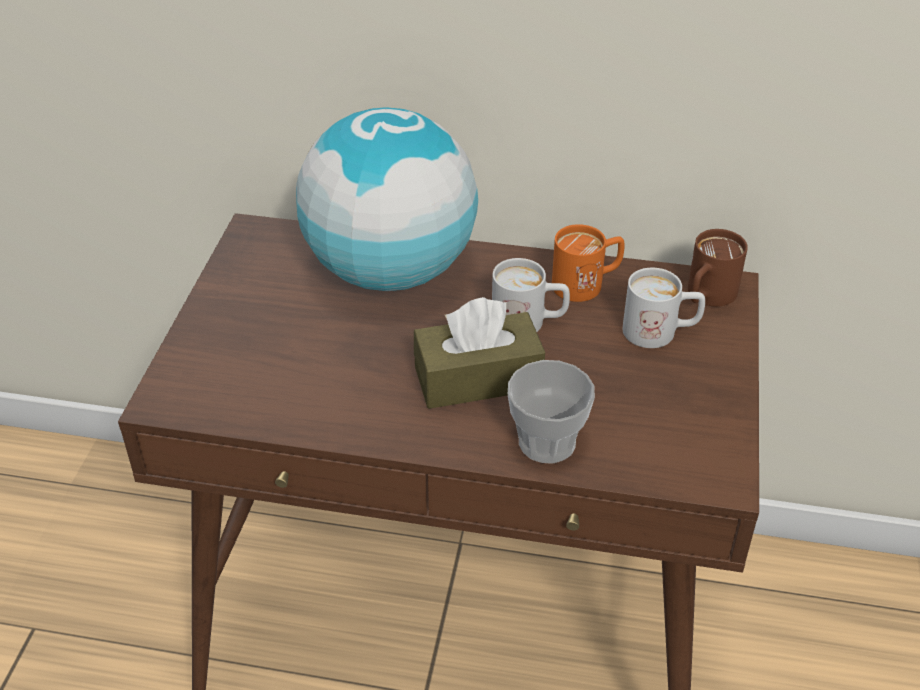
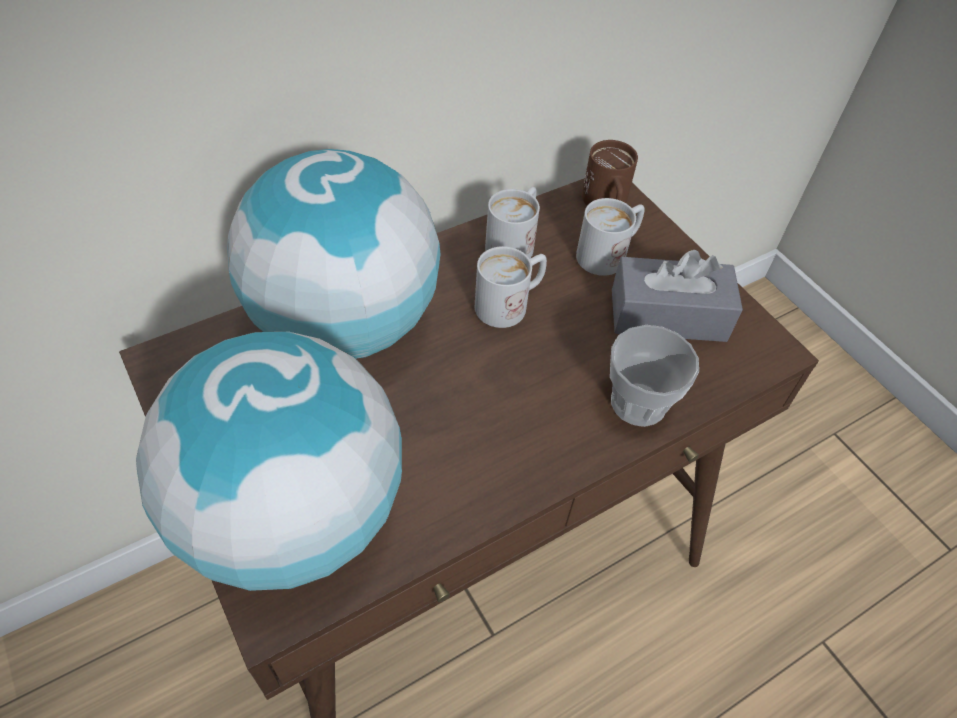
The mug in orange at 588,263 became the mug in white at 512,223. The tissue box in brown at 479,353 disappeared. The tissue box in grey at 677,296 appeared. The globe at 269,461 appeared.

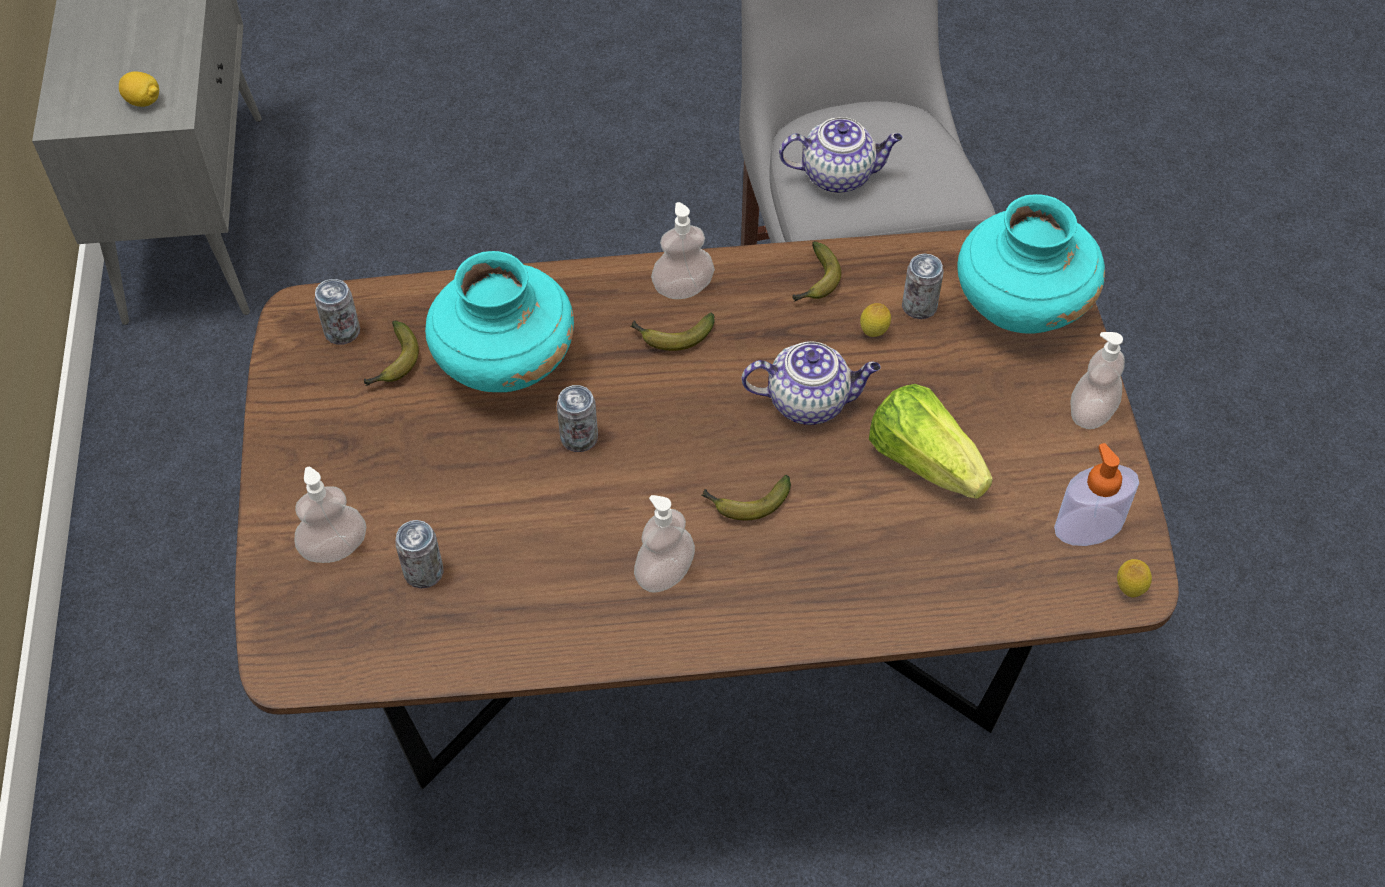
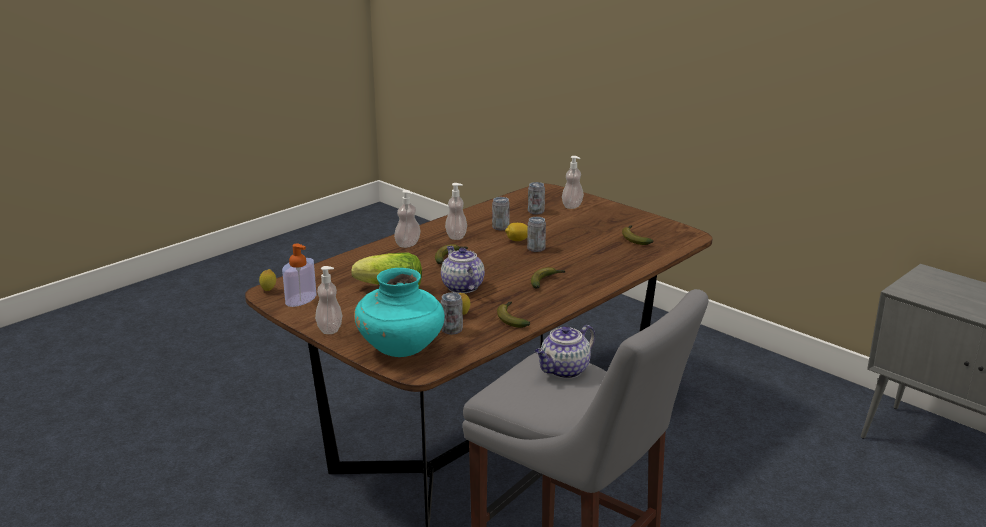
The lemon moved from 139,89 to 516,232. The soap dispenser moved from 683,250 to 407,219. The vase in turquoise at 499,321 disappeared. The can moved from 337,312 to 501,213. The teapot at 811,383 turned 105 degrees clockwise.

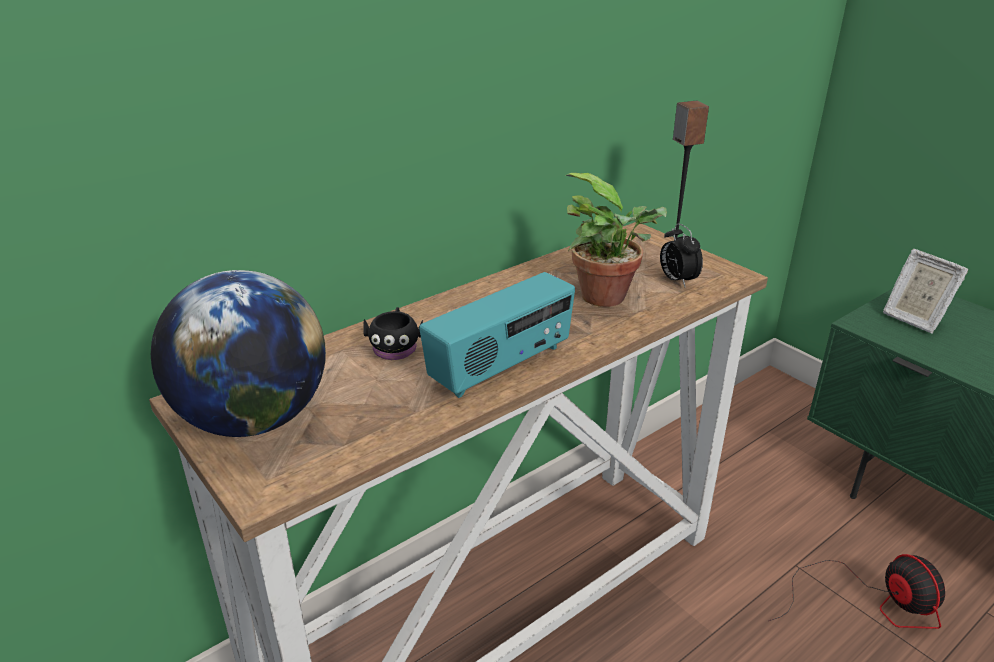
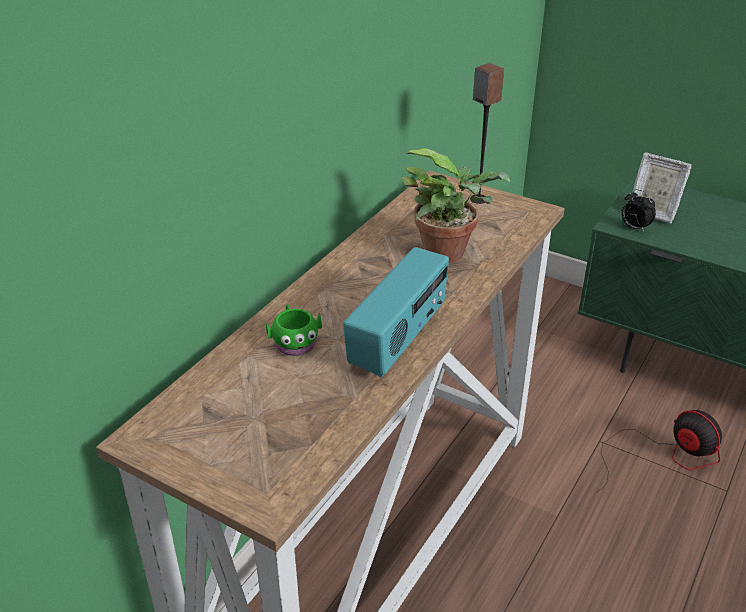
The alarm clock moved from 681,255 to 639,210. The globe at 238,353 disappeared. The mug in black at 393,333 became the mug in green at 294,330.

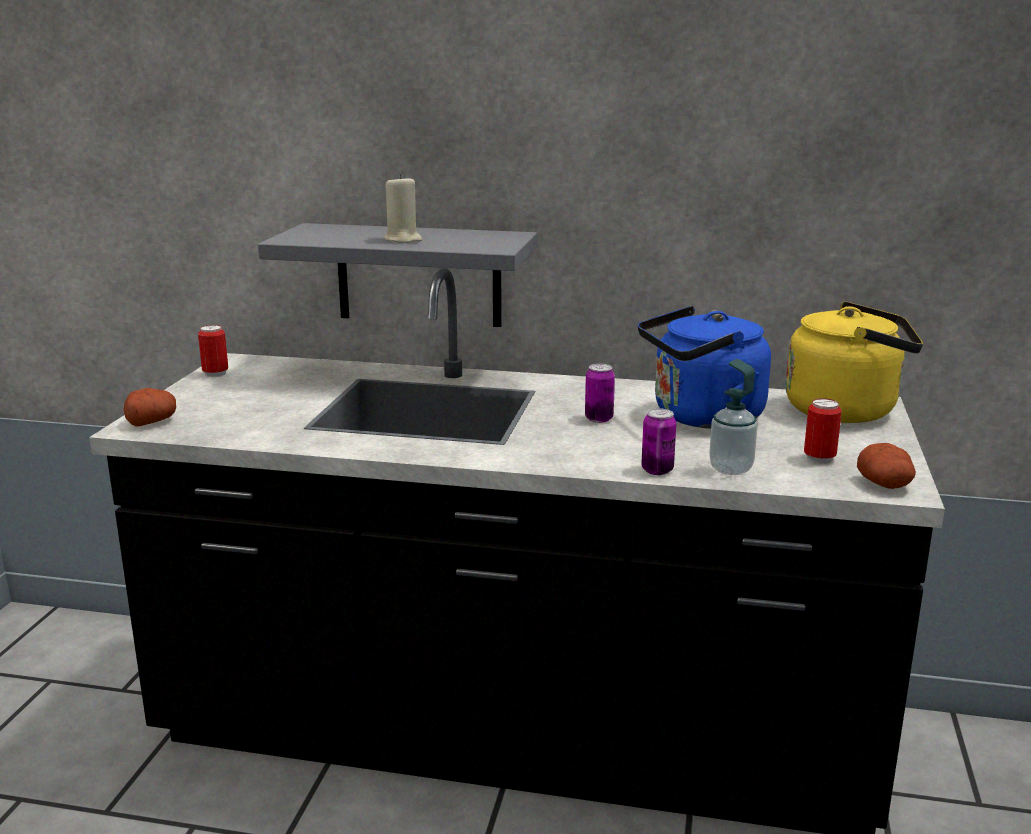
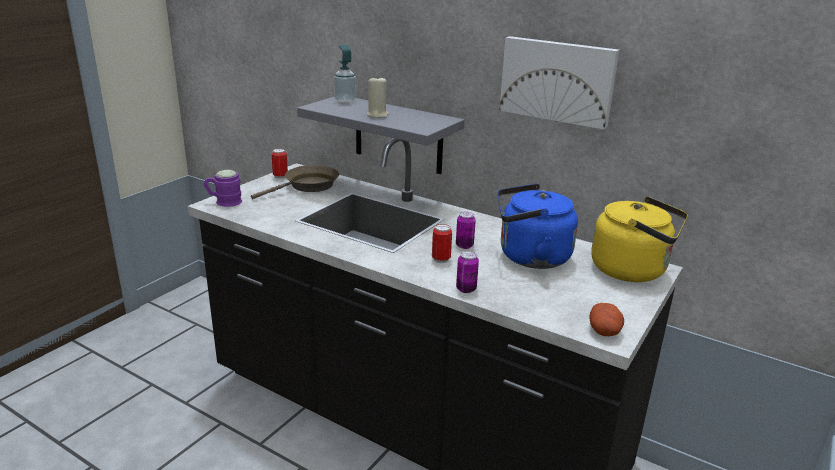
The soap dispenser moved from 733,417 to 345,74. The potato at 149,407 was replaced by the mug in purple at 222,188. The can moved from 823,431 to 442,243. The picture at 559,82 appeared. The frying pan in brown at 295,182 appeared.

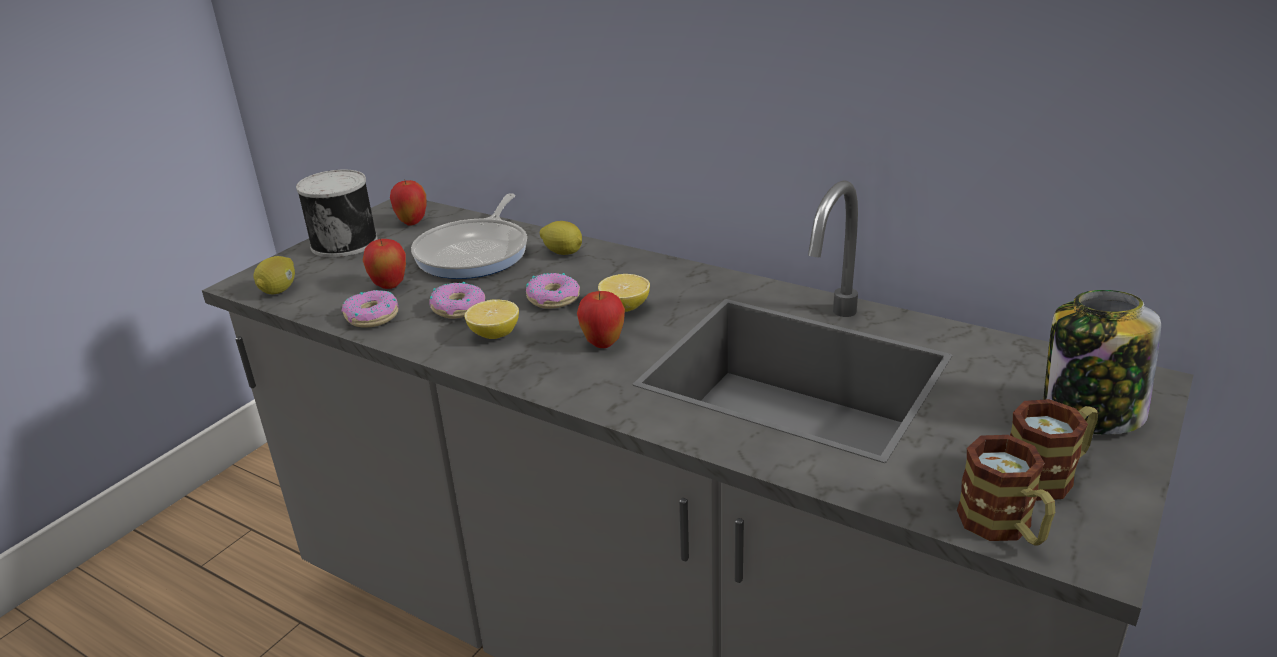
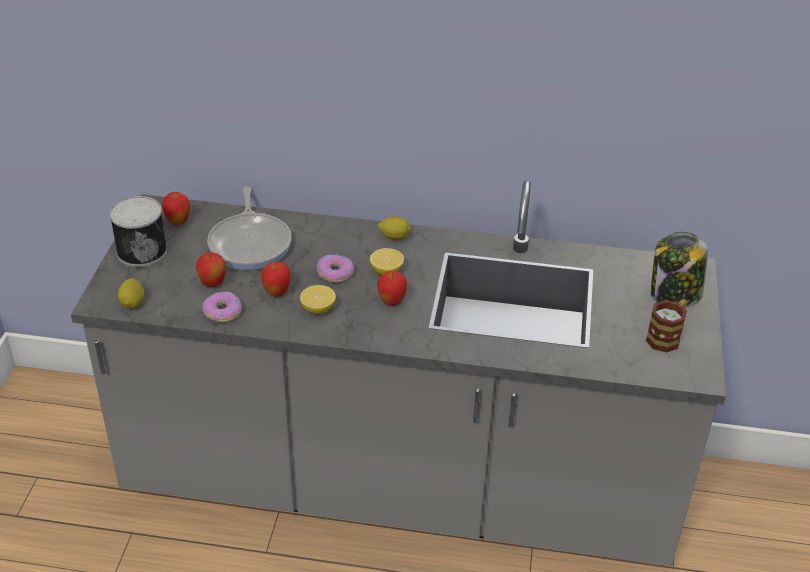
The lemon moved from 561,238 to 394,228. The donut at 457,300 was replaced by the apple at 276,279. The mug at 1006,490 disappeared.

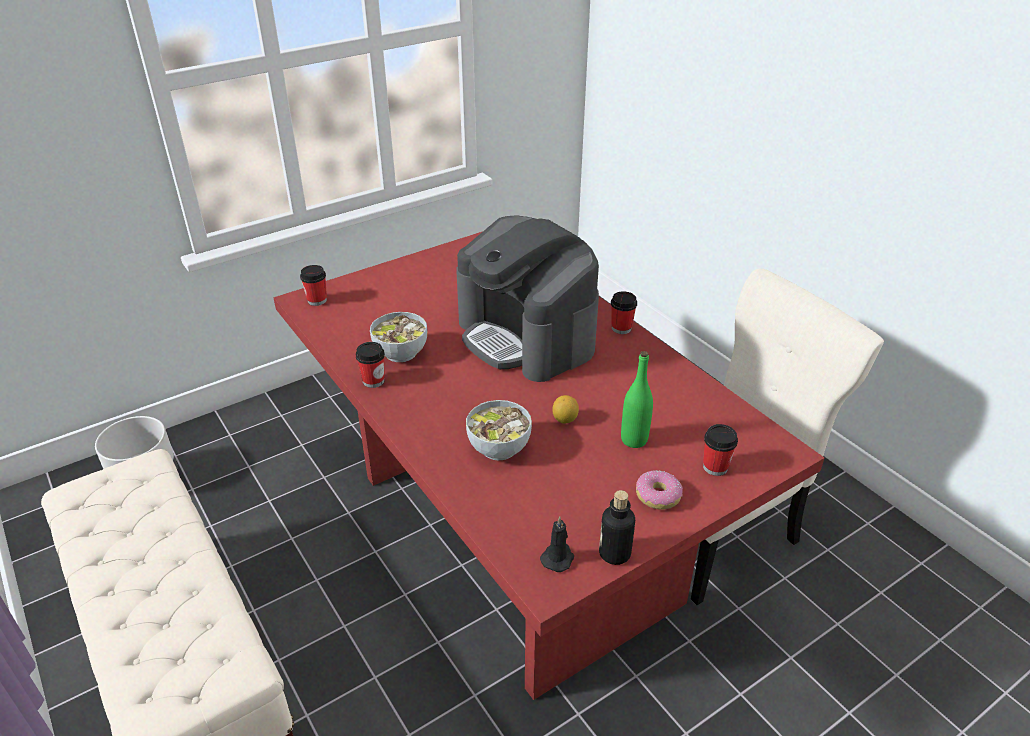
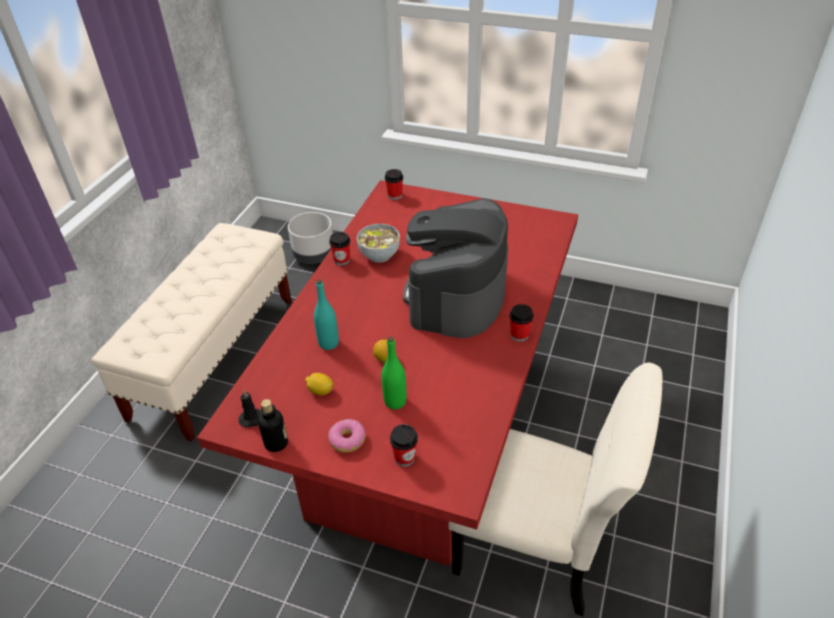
The bowl at 499,430 was replaced by the bottle in turquoise at 326,314. The lemon at 319,384 appeared.

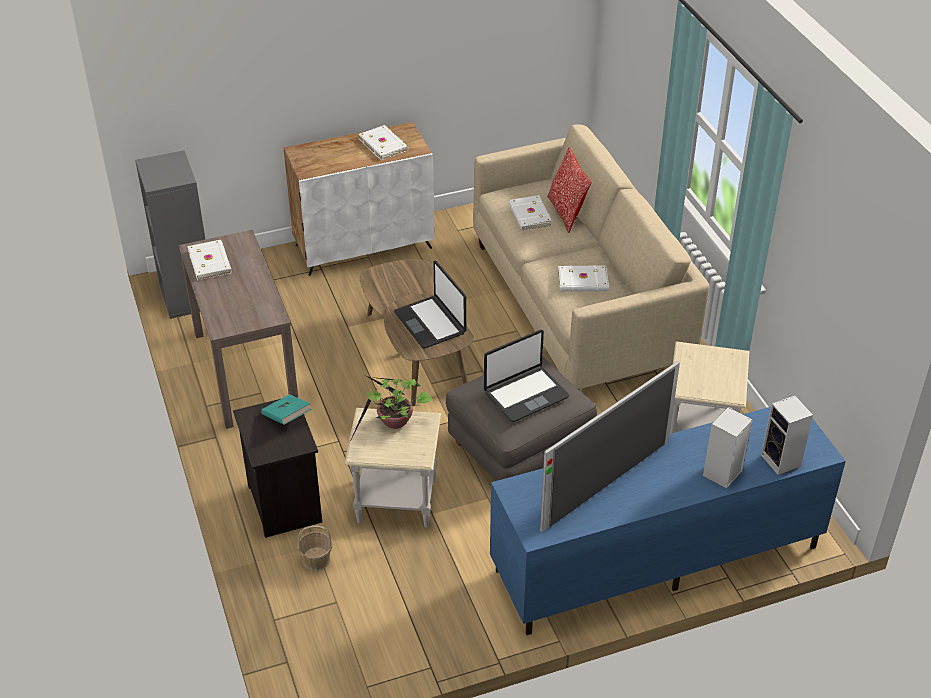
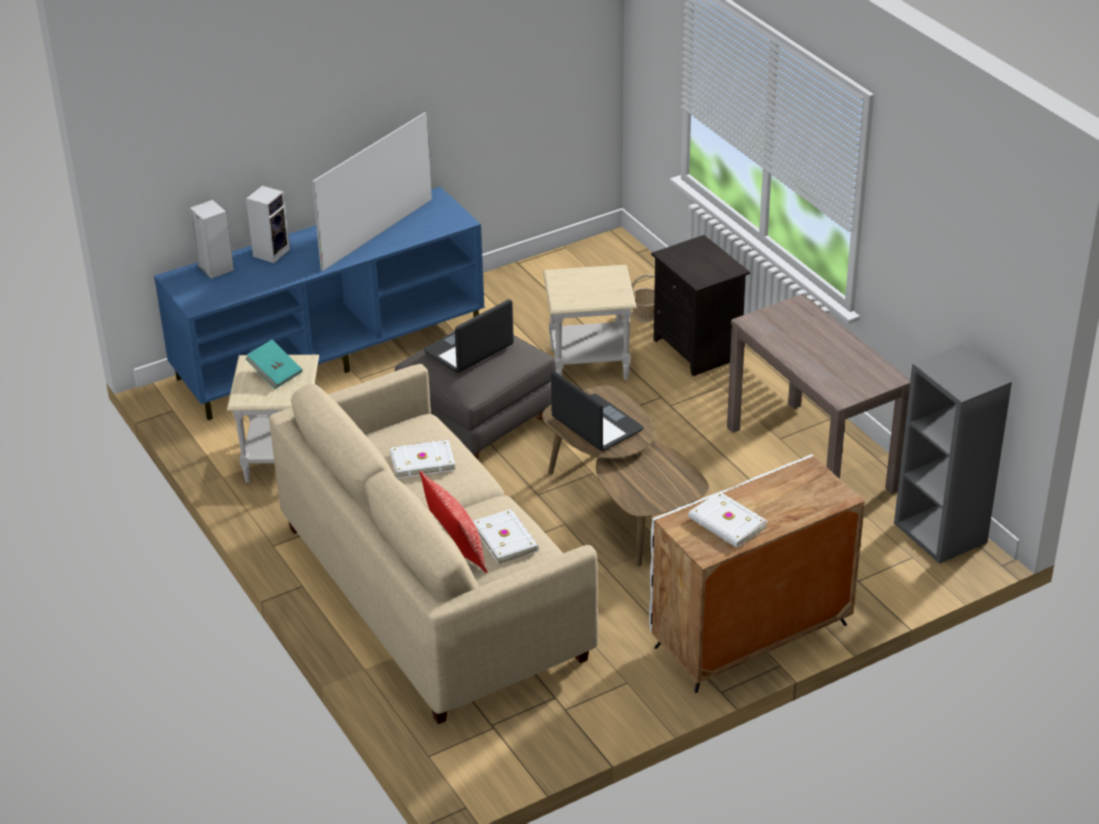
The book in white at 209,260 disappeared. The potted plant at 392,406 disappeared. The book in turquoise moved from 286,409 to 274,364.

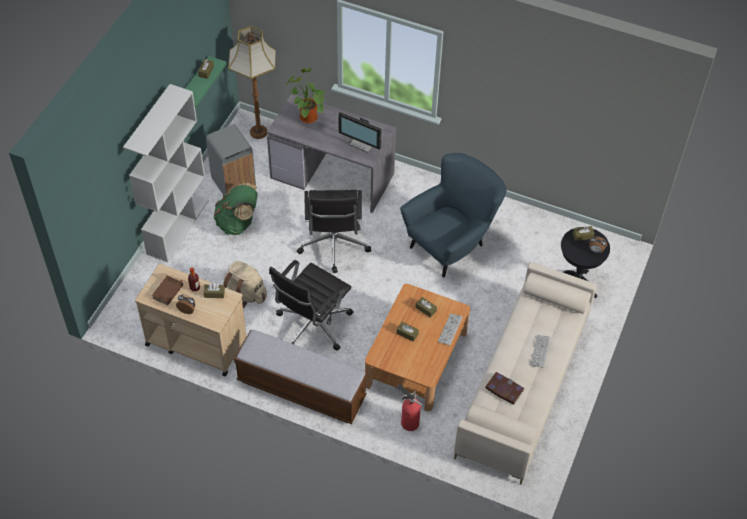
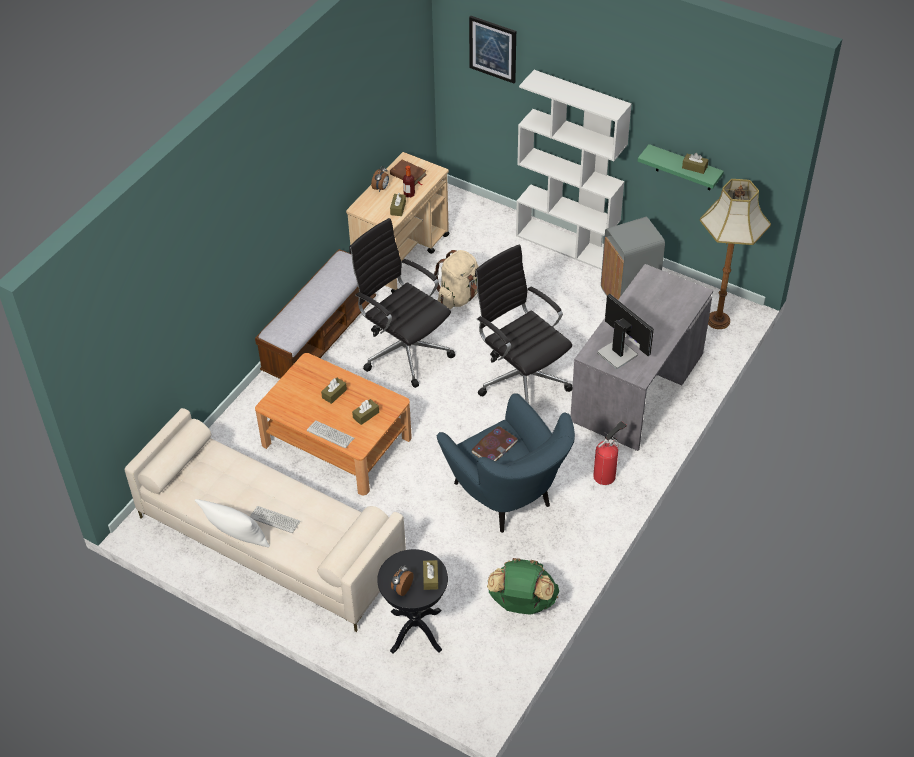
The potted plant at 305,96 disappeared. The monitor at 360,132 turned 105 degrees clockwise. The backpack in green moved from 236,208 to 523,586. The office chair in black at 334,231 turned 45 degrees clockwise. The book moved from 505,388 to 494,444. The fire extinguisher moved from 409,407 to 610,453. The picture at 492,49 appeared. The pillow in white at 232,523 appeared.

